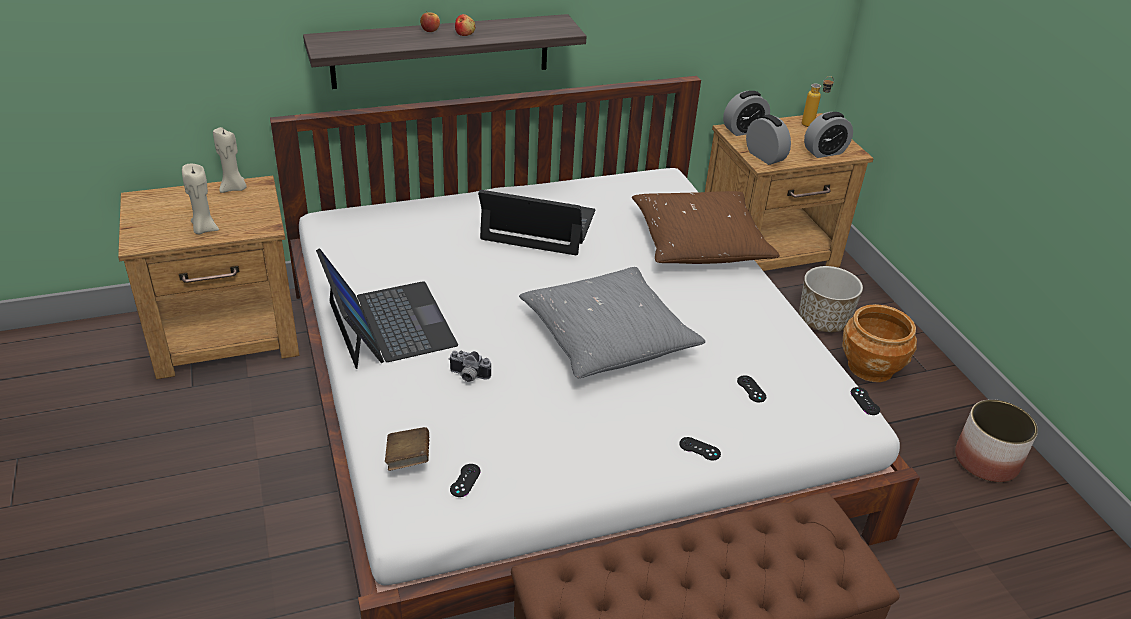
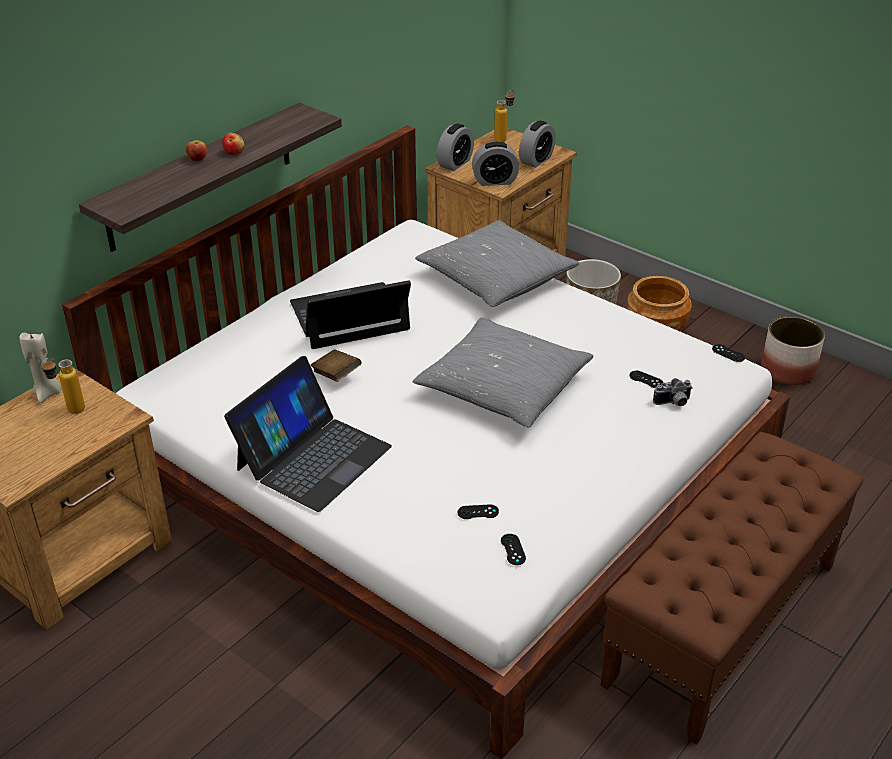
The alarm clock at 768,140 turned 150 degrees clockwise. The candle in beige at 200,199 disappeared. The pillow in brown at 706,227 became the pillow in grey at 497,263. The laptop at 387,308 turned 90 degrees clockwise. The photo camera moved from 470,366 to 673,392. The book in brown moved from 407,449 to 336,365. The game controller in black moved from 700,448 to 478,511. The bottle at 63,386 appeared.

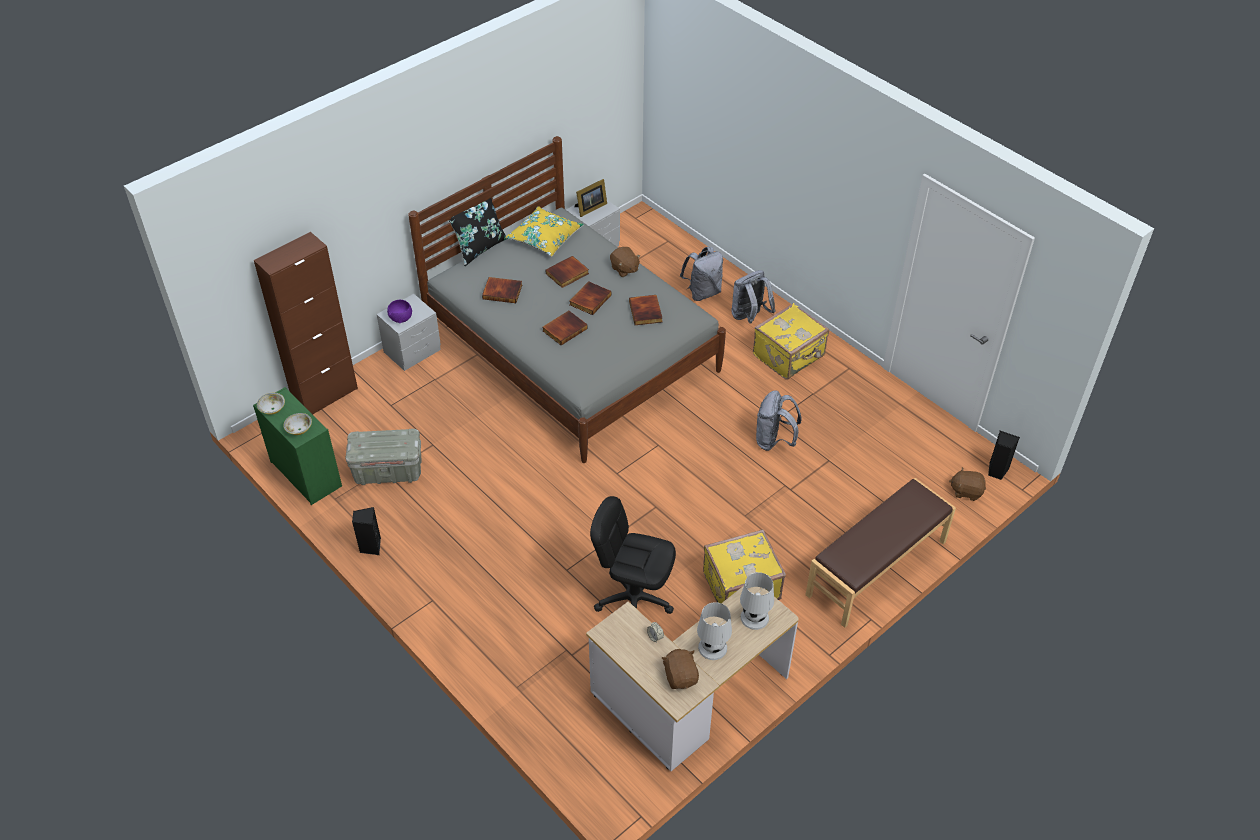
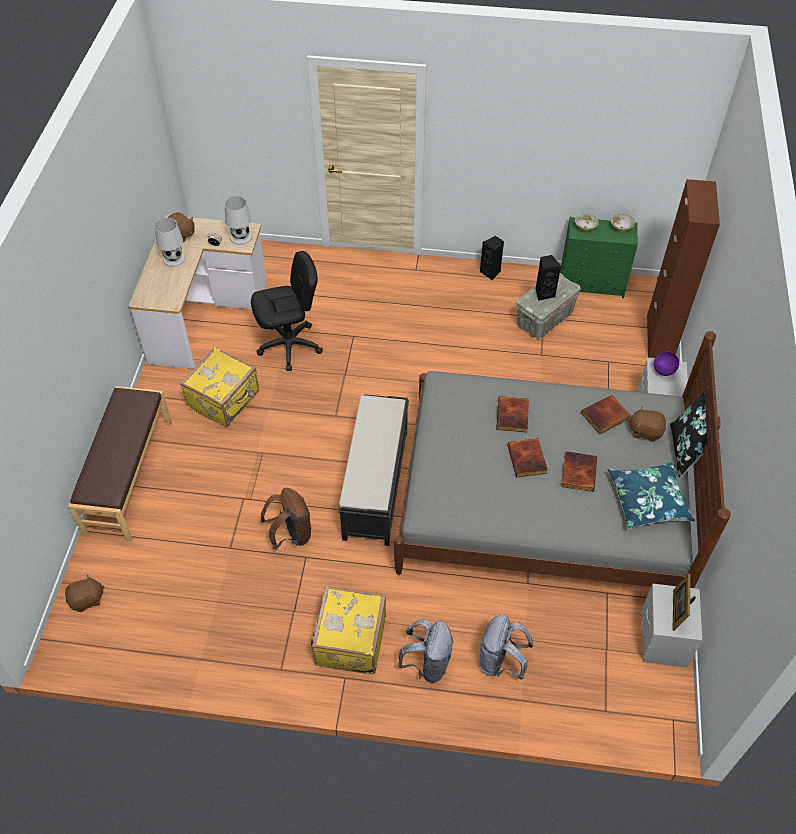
The pillow in yellow at 544,231 became the pillow in blue at 651,495. The plush toy in brown moved from 625,262 to 647,424. The book at 646,310 disappeared. The backpack in grey at 779,420 became the backpack in brown at 286,518. The speaker in black moved from 1004,455 to 548,278. The table lamp in white moved from 757,601 to 238,220. The bench in black at 373,470 appeared.

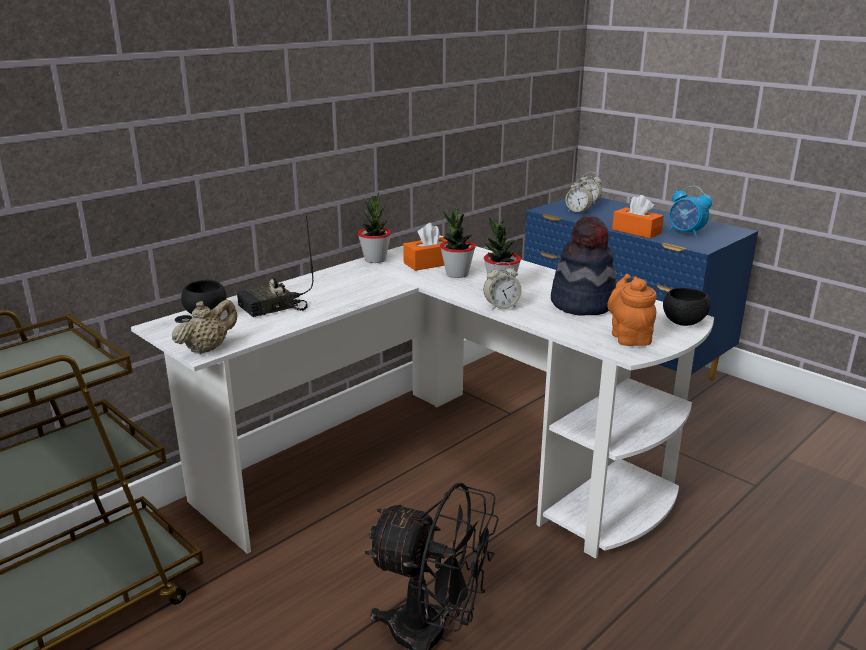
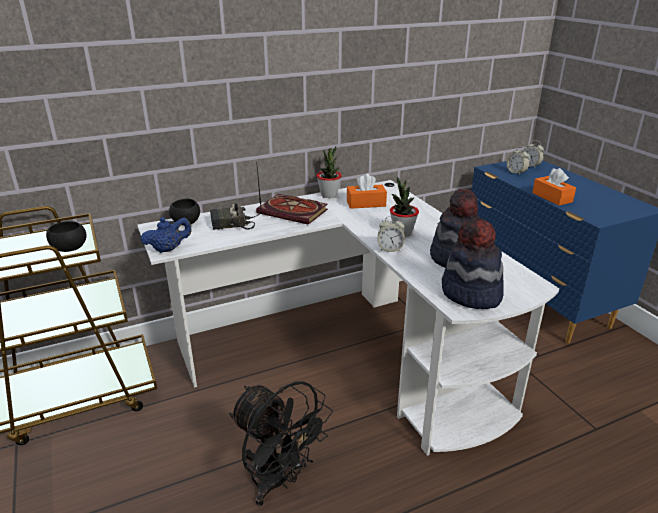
The alarm clock at 690,212 disappeared. The potted plant at 458,243 disappeared. The teapot in orange at 632,310 was replaced by the hat at 473,263. The bowl in black moved from 687,307 to 66,236. The teapot in beige at 204,326 became the teapot in blue at 166,235. The book at 292,209 appeared.

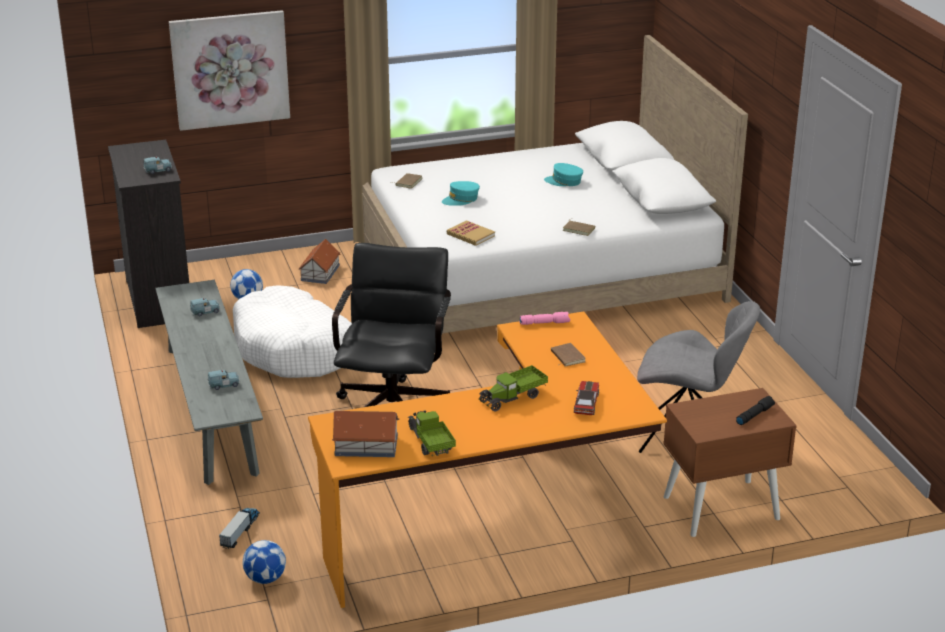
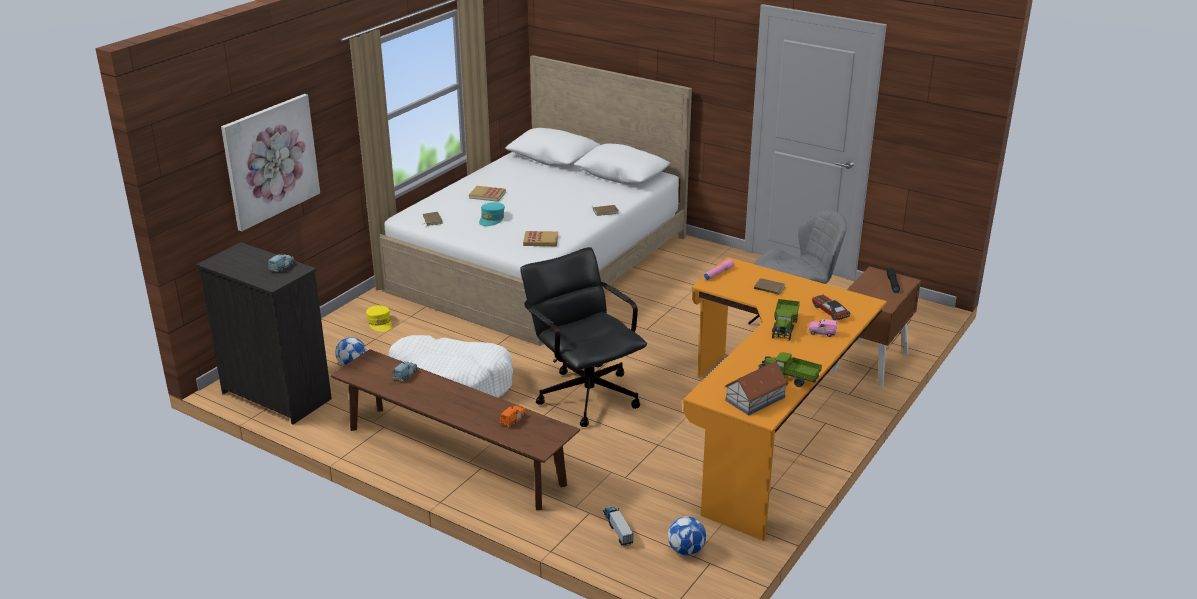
The cap in turquoise at 563,174 disappeared. The toy house at 320,261 was replaced by the cap in yellow at 379,318. The bench in grey at 209,382 became the bench in brown at 455,429. The toy car in blue at 224,380 became the toy car in orange at 513,416. The book at 487,194 appeared. The toy car in pink at 823,328 appeared.

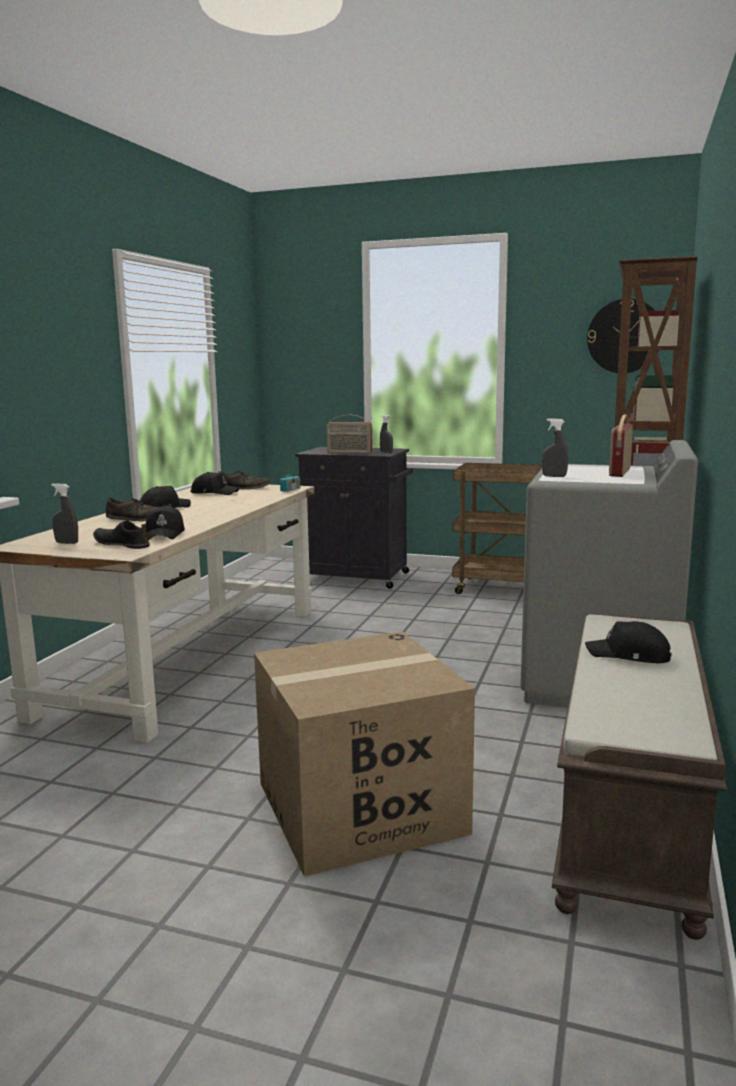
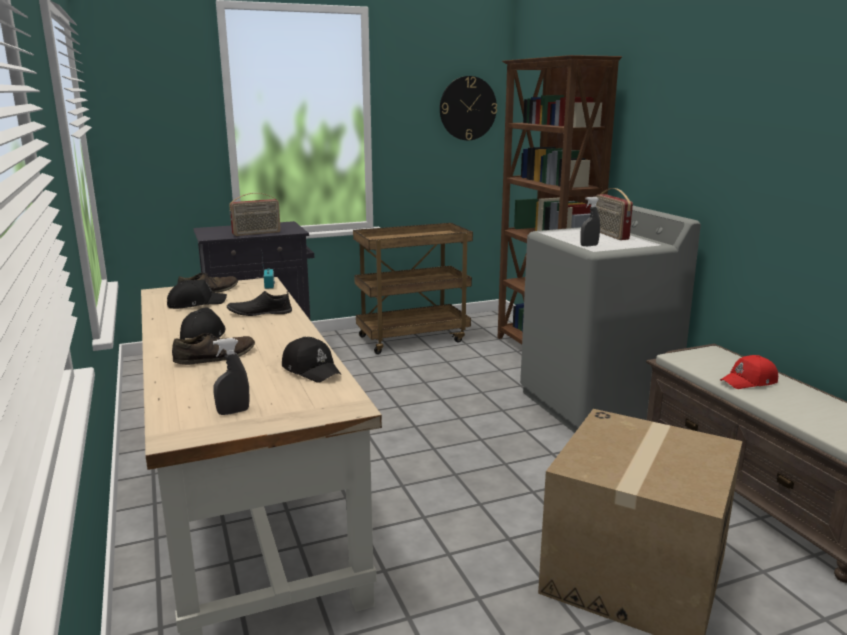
The spray bottle in grey at 386,434 disappeared. The shoe in black moved from 121,534 to 259,303. The cap in black at 628,642 became the cap in red at 749,372.

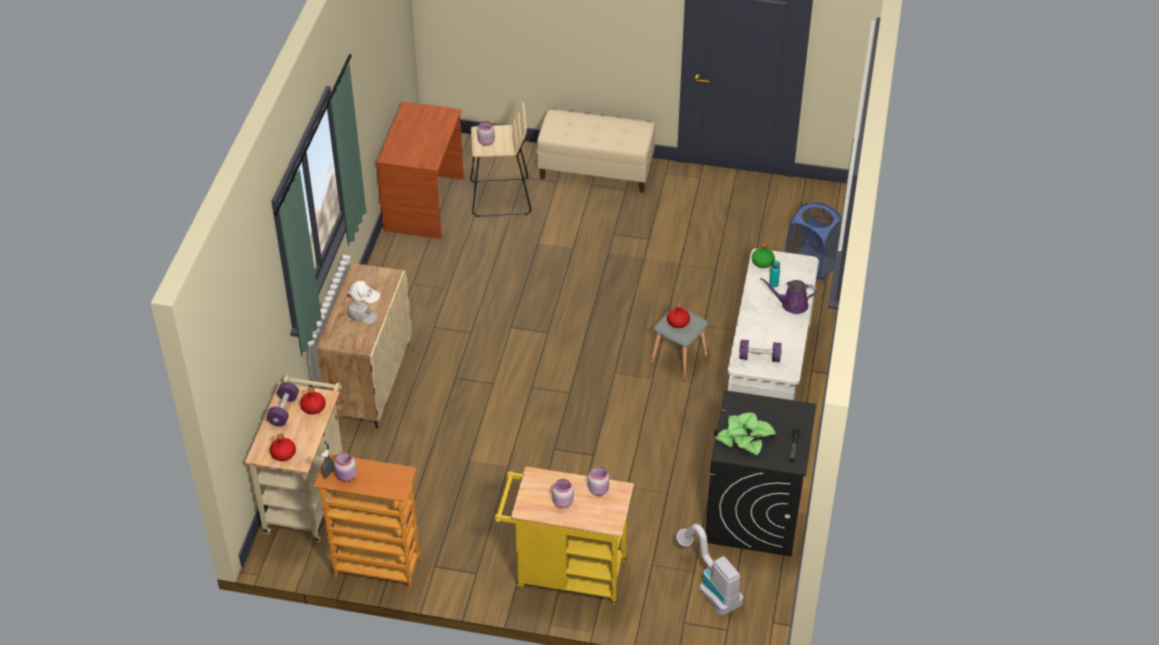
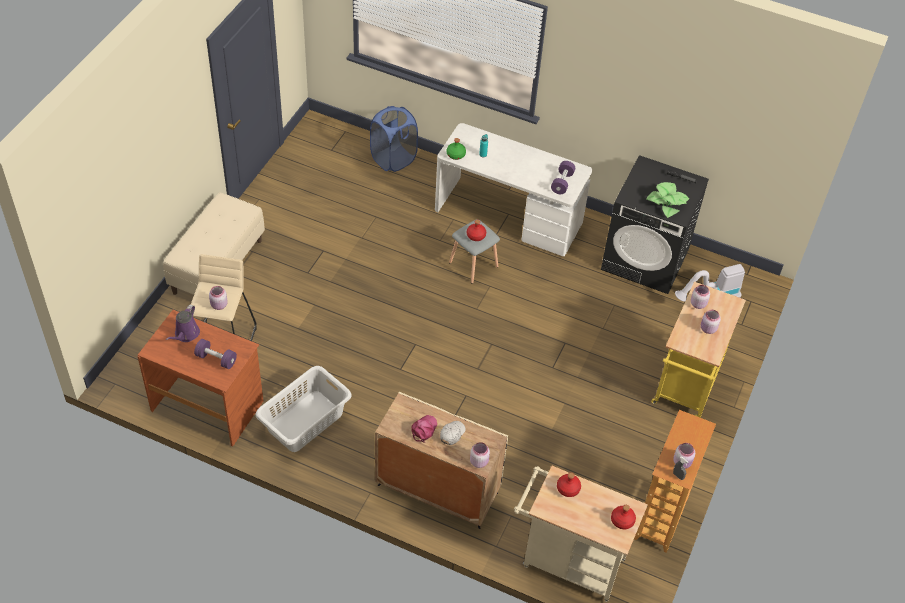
The watering can in purple moved from 788,296 to 183,323. The cap in white at 363,292 became the cap in pink at 424,428. The dumbbell in purple moved from 282,404 to 215,354. The laundry basket in grey at 304,409 appeared. The jar in pink at 480,455 appeared.

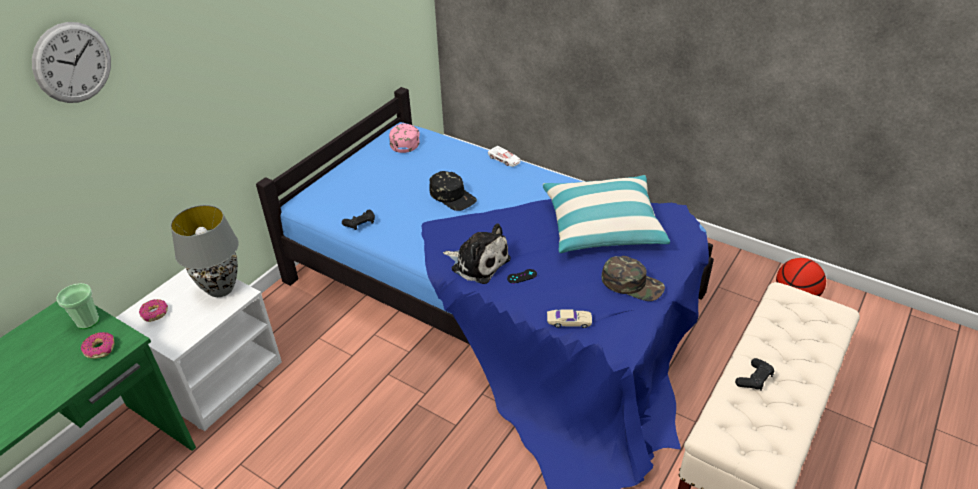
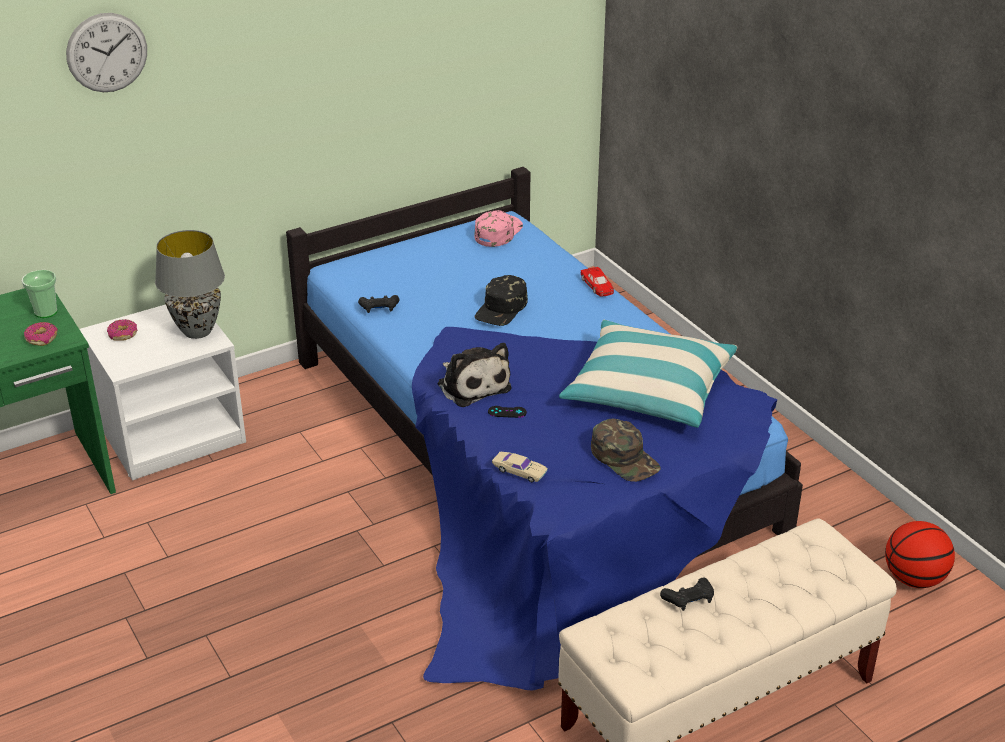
The toy car in white at 504,156 became the toy car in red at 597,282. The cap in black at 453,191 turned 45 degrees clockwise.

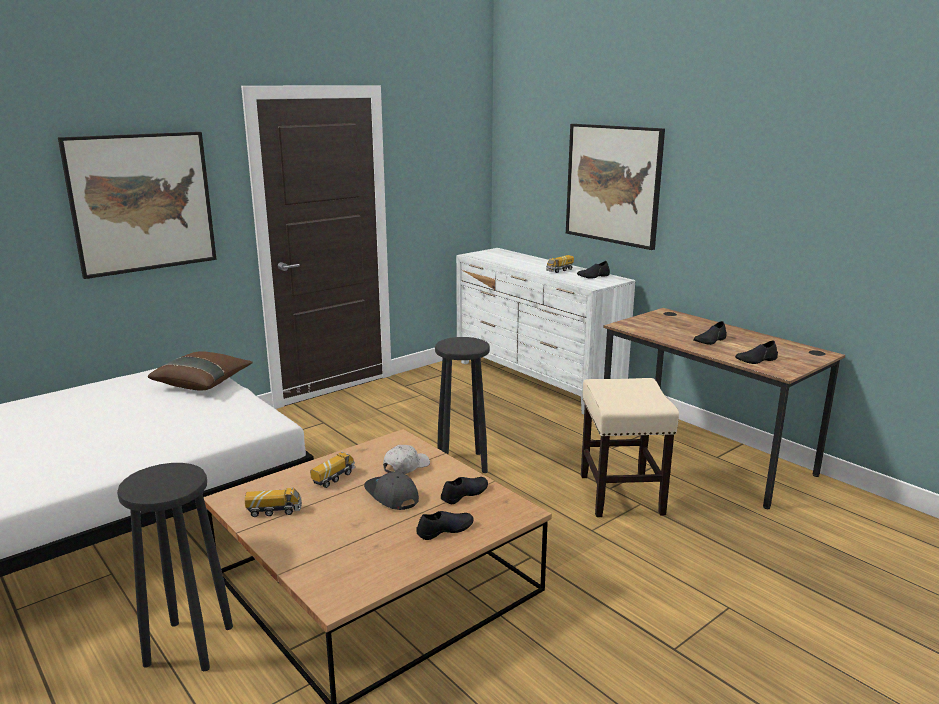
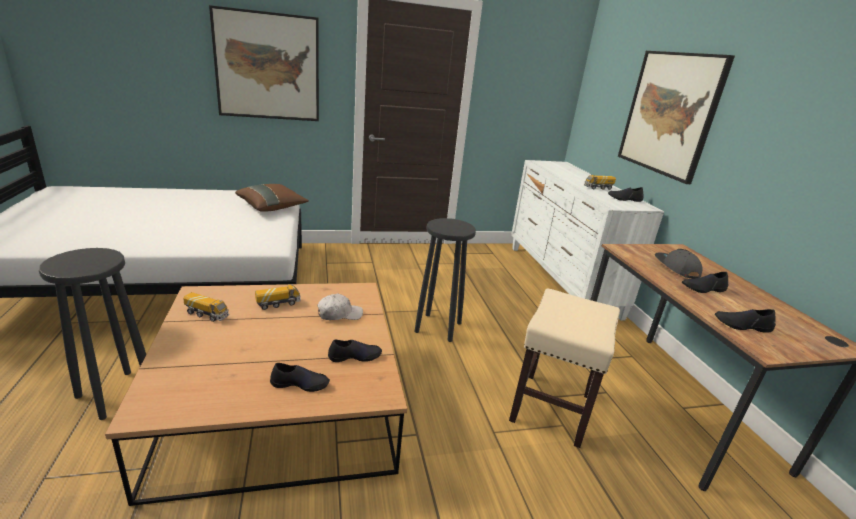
The cap in grey moved from 391,491 to 678,264.

